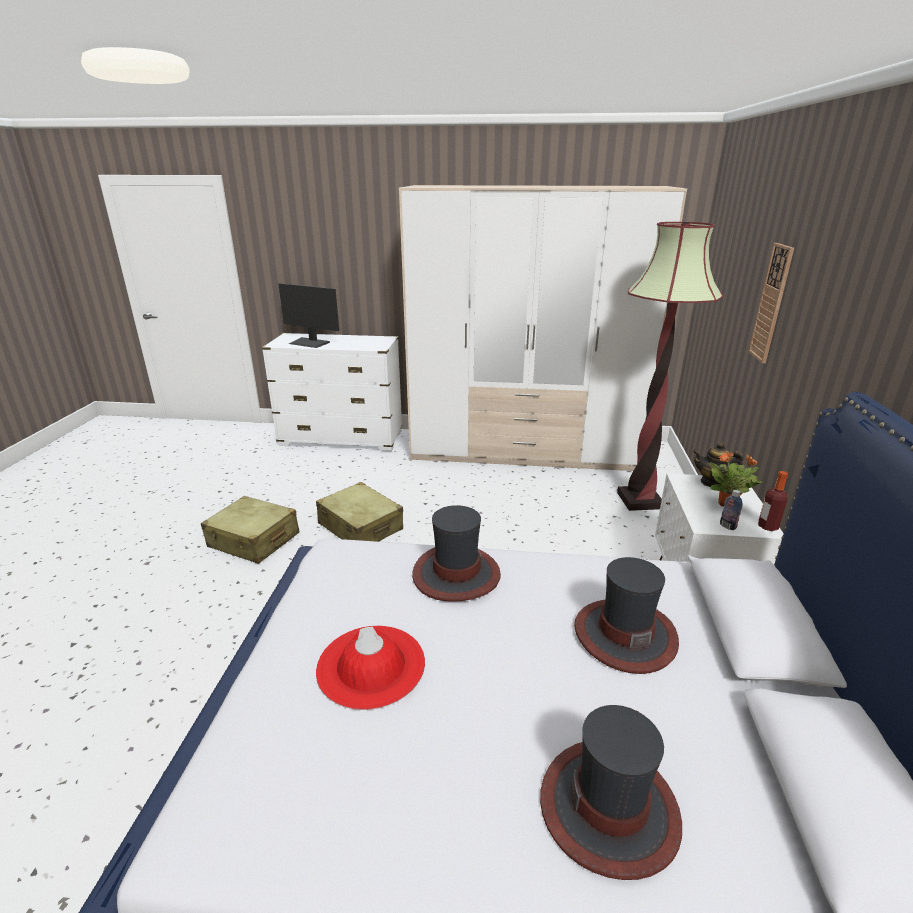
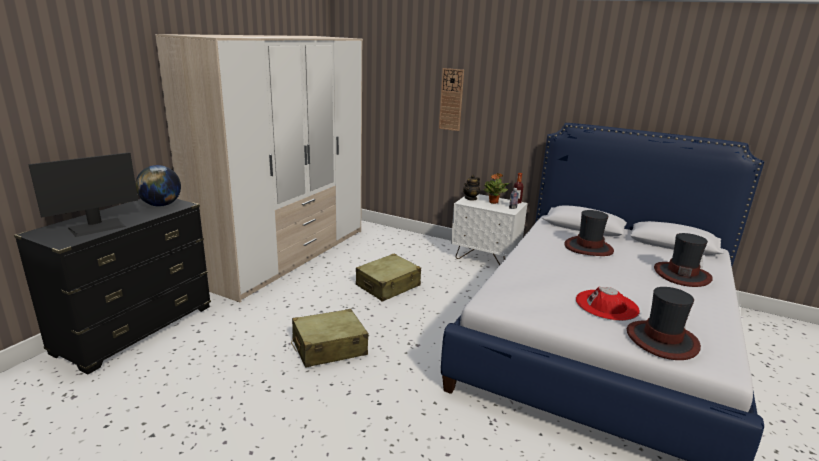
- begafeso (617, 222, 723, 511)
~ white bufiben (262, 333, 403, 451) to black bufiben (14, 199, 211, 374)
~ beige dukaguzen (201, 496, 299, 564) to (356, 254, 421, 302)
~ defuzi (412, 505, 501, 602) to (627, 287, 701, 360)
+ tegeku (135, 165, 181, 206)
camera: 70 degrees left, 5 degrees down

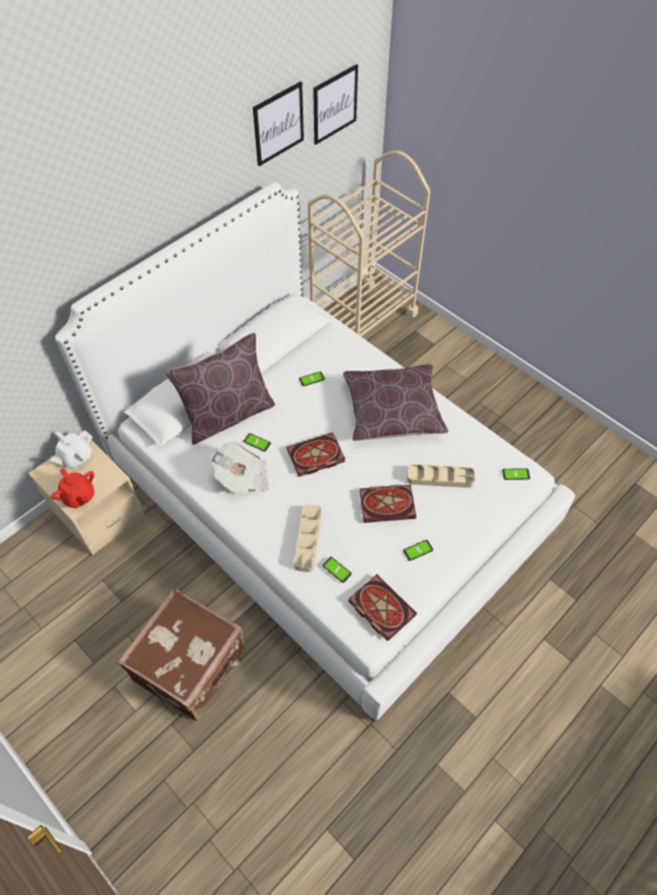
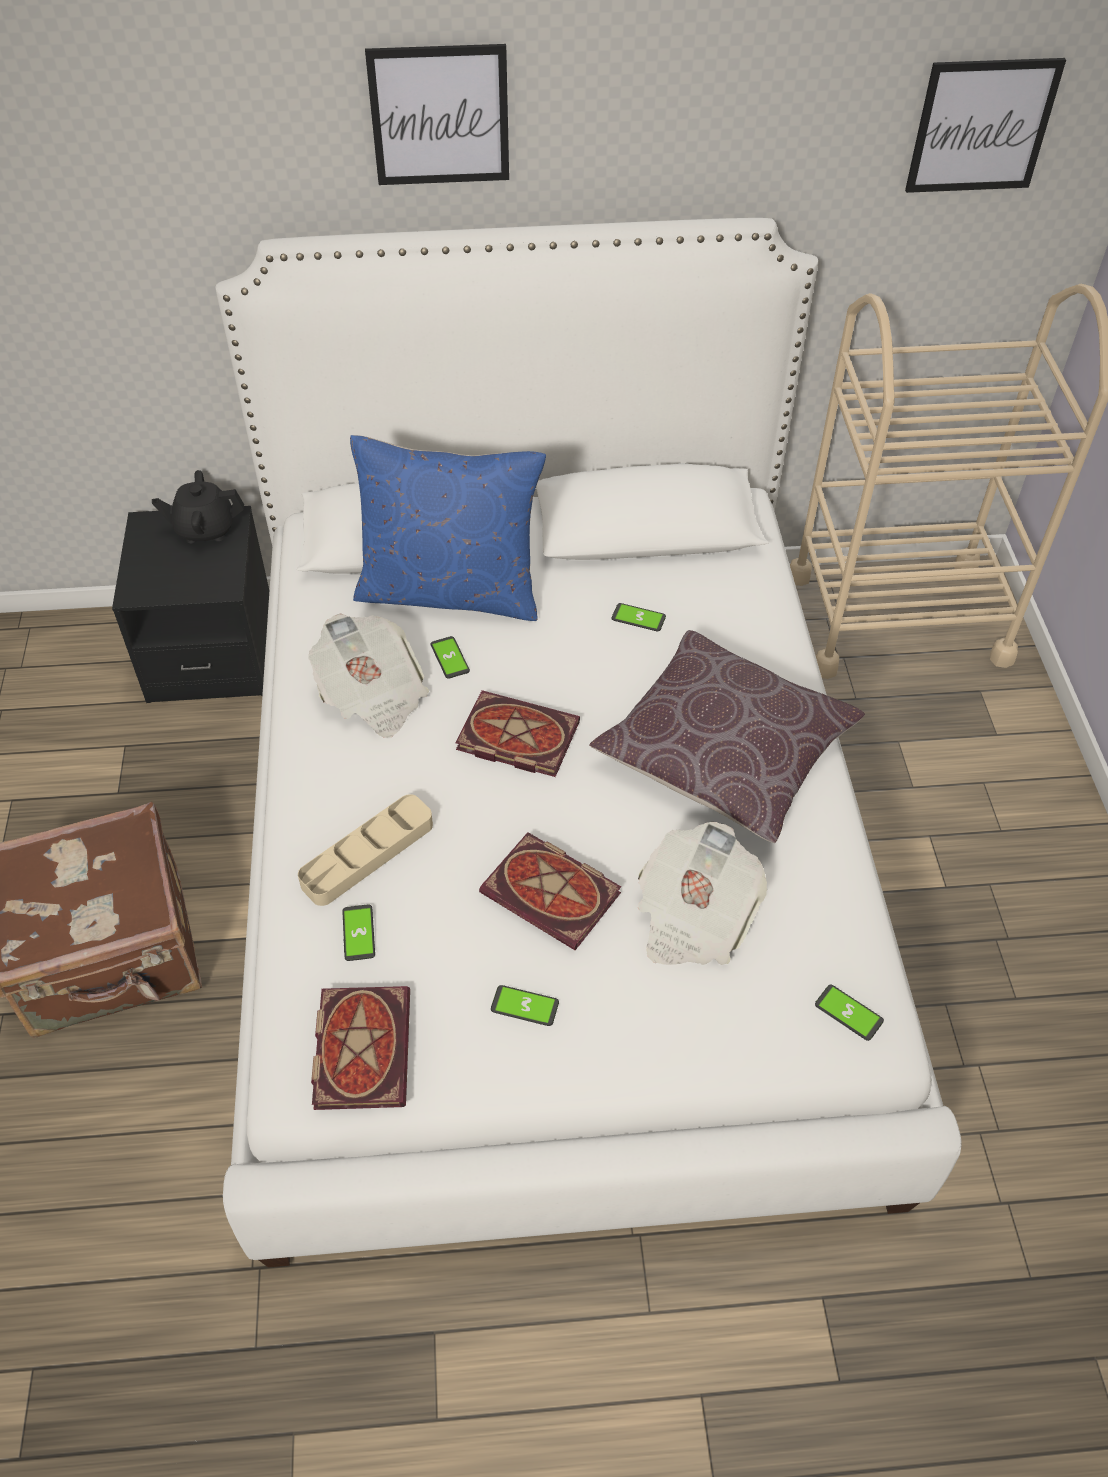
~ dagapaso (253, 81, 304, 166) to (365, 44, 509, 185)
~ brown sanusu (166, 333, 275, 445) to blue sanusu (350, 435, 546, 621)
~ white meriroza (49, 430, 93, 469) to black meriroza (152, 470, 244, 543)
~ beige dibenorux (29, 436, 145, 555) to black dibenorux (112, 506, 269, 703)
~ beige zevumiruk (407, 464, 475, 488) to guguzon (638, 822, 767, 965)
- red meriroza (51, 468, 94, 508)
camera: 40 degrees right, 5 degrees down

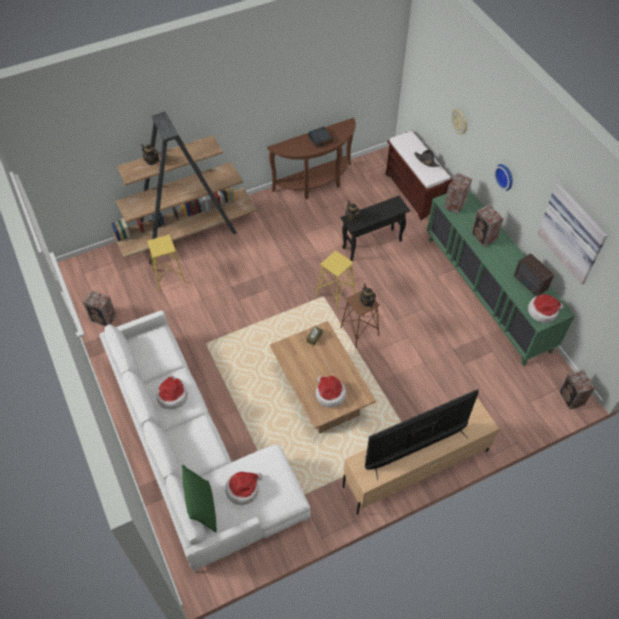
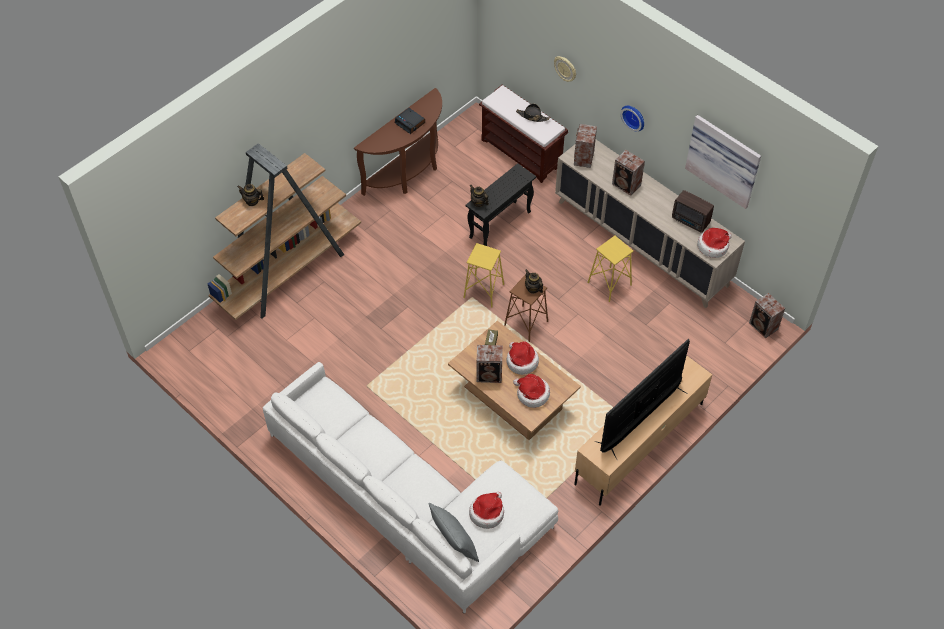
~ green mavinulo (427, 190, 575, 366) to beige mavinulo (555, 140, 745, 308)
~ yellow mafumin (147, 234, 186, 291) to (588, 236, 634, 302)
~ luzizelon (83, 290, 117, 326) to (476, 345, 503, 383)
~ defuzi (157, 376, 188, 409) to (507, 341, 539, 375)
~ green sanusu (182, 465, 217, 533) to grey sanusu (428, 503, 479, 562)
camera: 20 degrees left, 0 degrees up

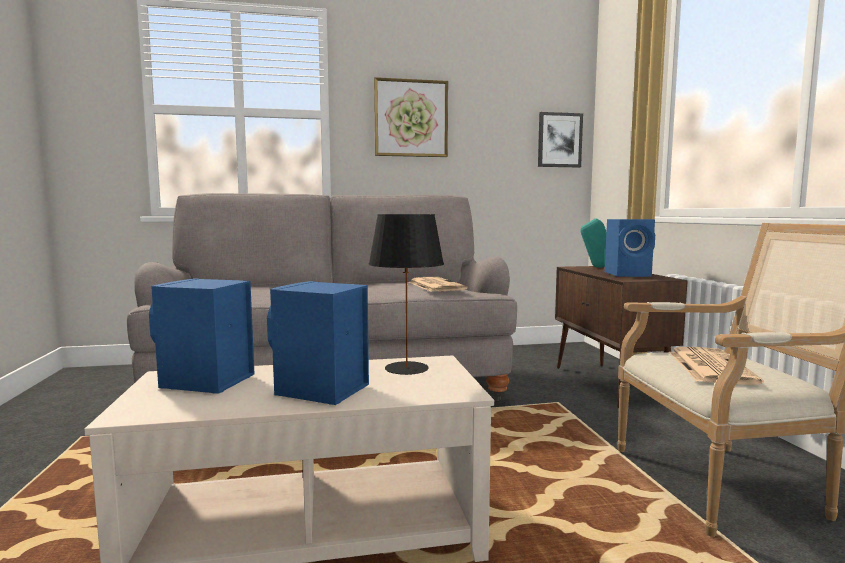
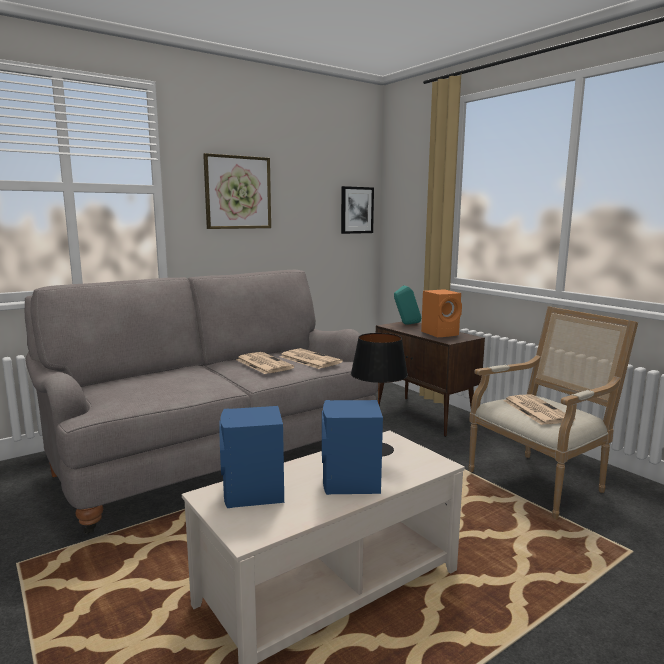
~ blue luzizelon (605, 219, 655, 277) to orange luzizelon (421, 289, 462, 337)
+ guguzon (236, 352, 294, 374)
camera: 25 degrees left, 5 degrees up

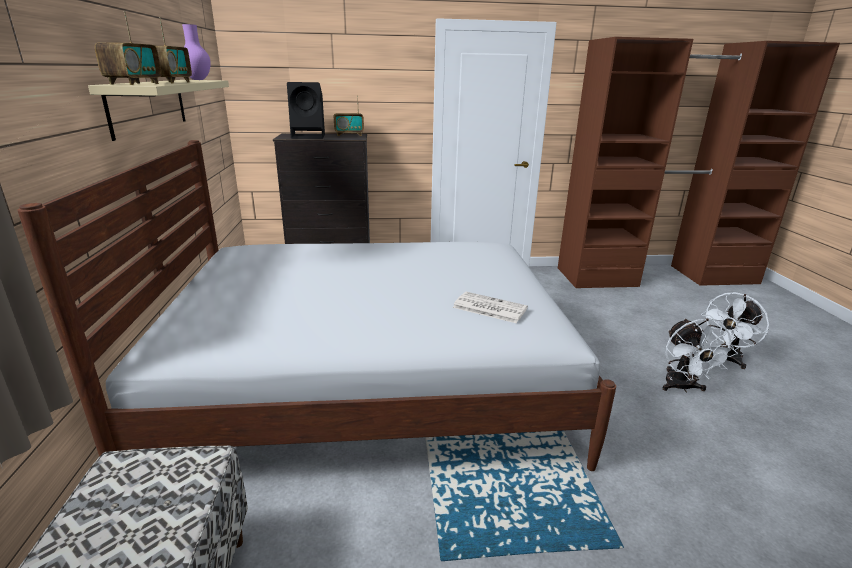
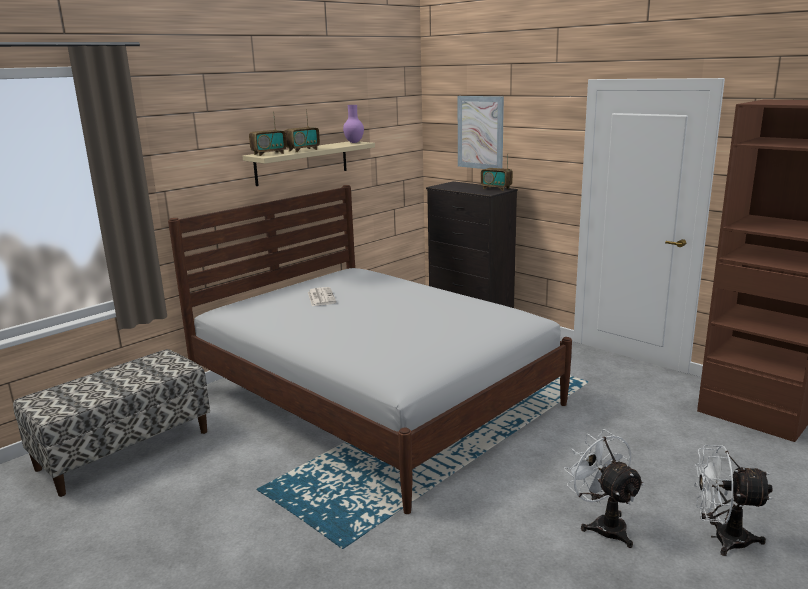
- black luzizelon (287, 82, 325, 139)
~ guguzon (452, 292, 528, 323) to (308, 287, 336, 306)
~ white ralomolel (663, 318, 738, 393) = (564, 429, 645, 548) 105 degrees clockwise
+ dagapaso (458, 96, 504, 169)
camera: 50 degrees right, 5 degrees down

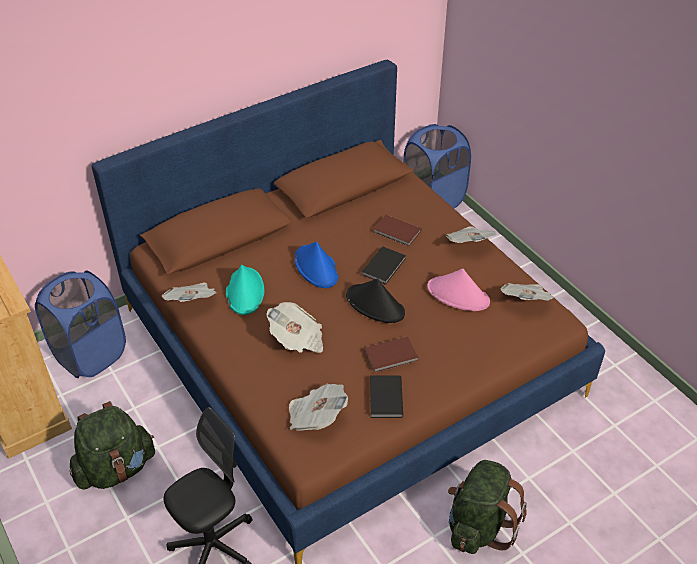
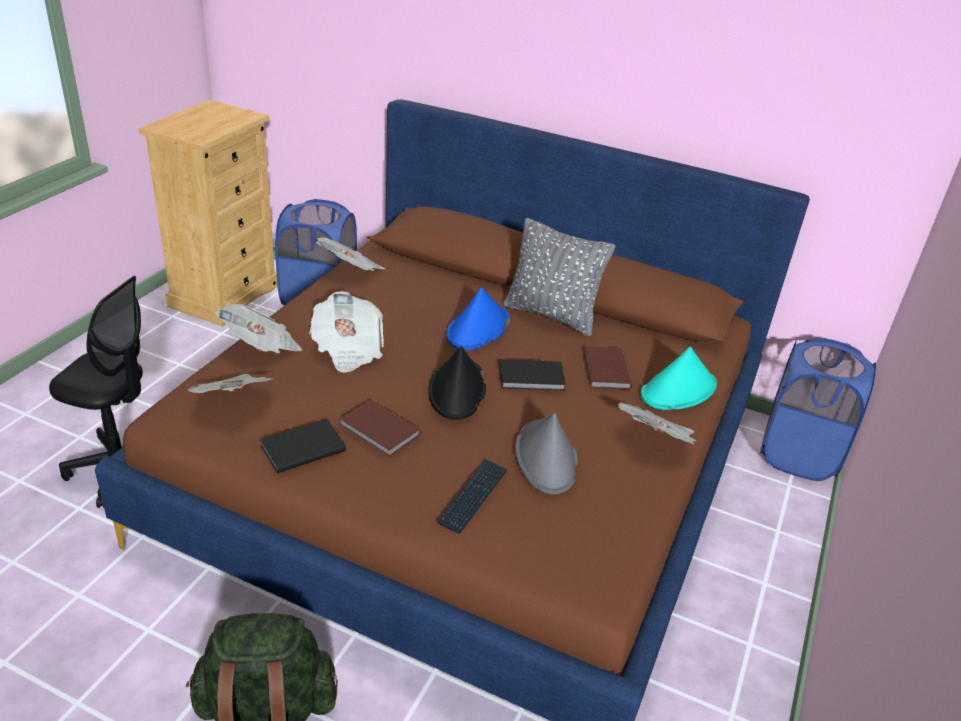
~ turquoise defuzi (226, 265, 265, 315) to (641, 347, 717, 410)
~ pink defuzi (427, 268, 490, 311) to grey defuzi (515, 413, 578, 494)
~ guguzon (500, 283, 555, 301) to (215, 304, 302, 354)
- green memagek (70, 401, 155, 490)
+ grey sanusu (503, 218, 615, 336)
+ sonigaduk (437, 460, 508, 534)
camera: 55 degrees right, 10 degrees down

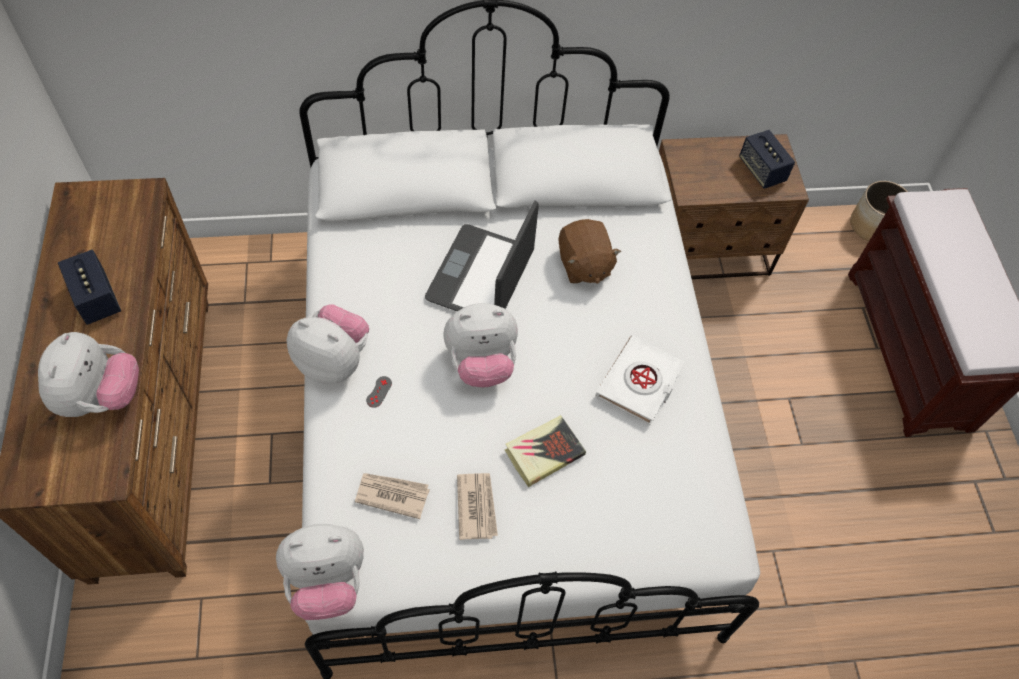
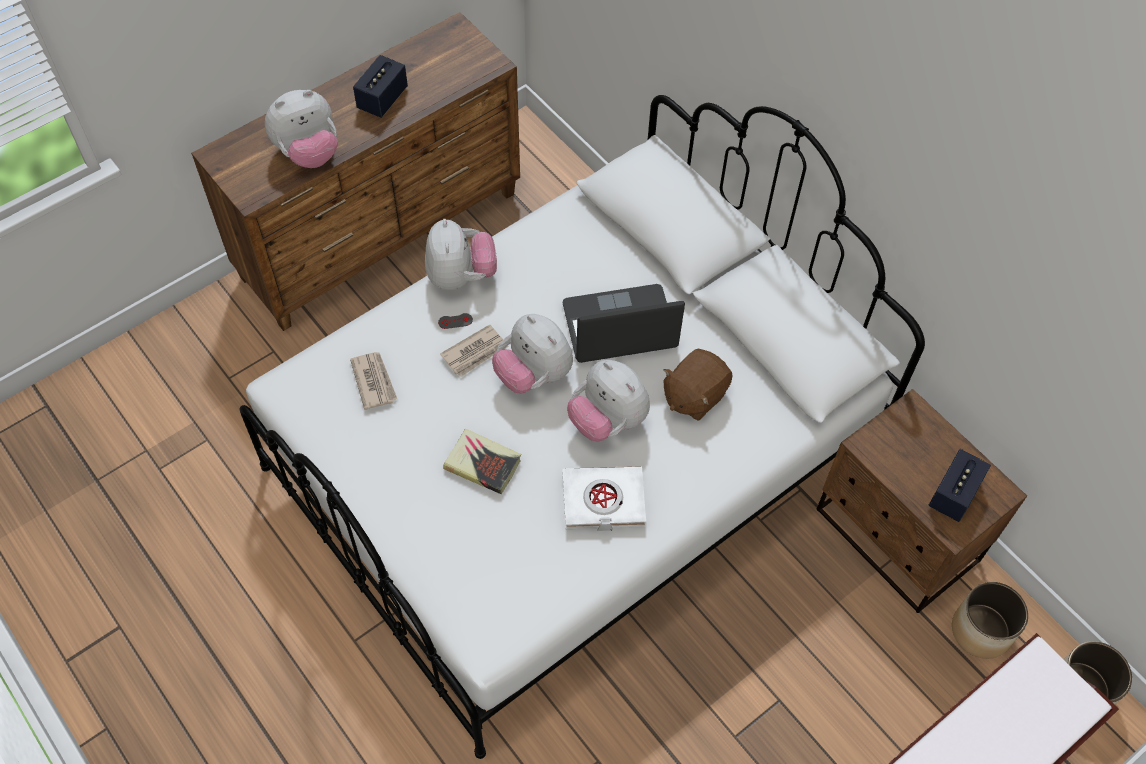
~ guguzon (457, 473, 498, 540) to (440, 325, 508, 377)
~ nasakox (276, 524, 364, 620) to (567, 360, 650, 442)
+ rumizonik (952, 582, 1028, 659)
camera: 60 degrees right, 0 degrees up

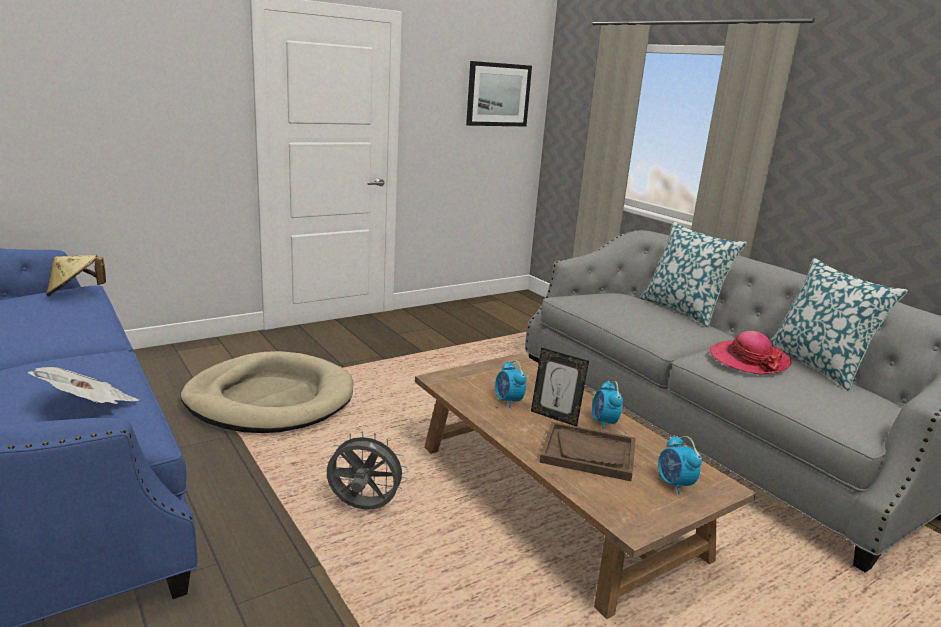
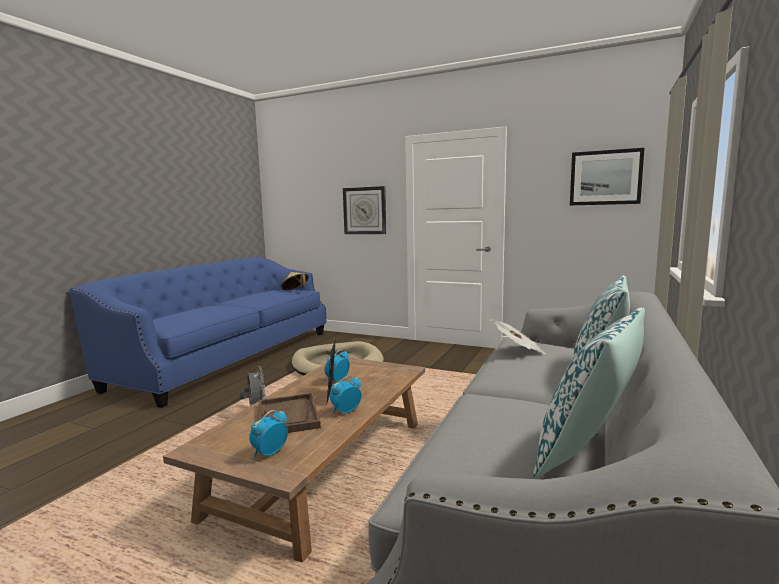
- defuzi (710, 331, 792, 374)
~ guguzon (27, 367, 139, 404) to (490, 319, 546, 354)
+ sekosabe (343, 186, 386, 234)
camera: 60 degrees right, 10 degrees down

